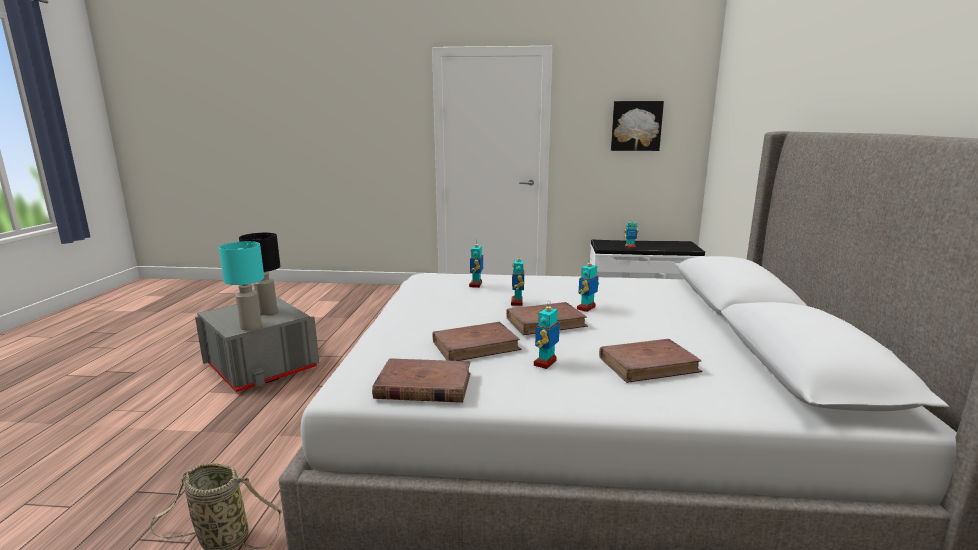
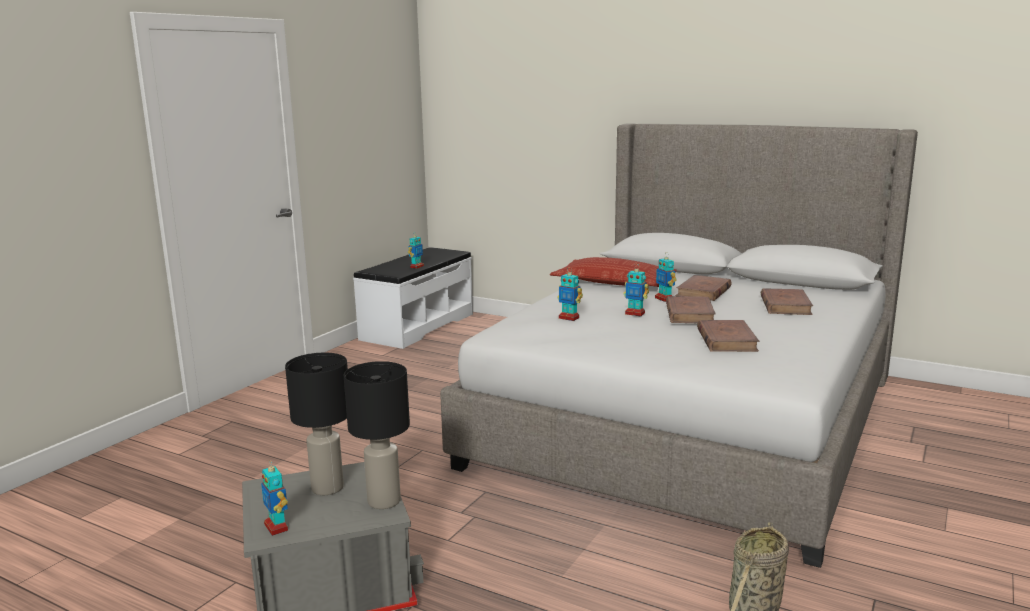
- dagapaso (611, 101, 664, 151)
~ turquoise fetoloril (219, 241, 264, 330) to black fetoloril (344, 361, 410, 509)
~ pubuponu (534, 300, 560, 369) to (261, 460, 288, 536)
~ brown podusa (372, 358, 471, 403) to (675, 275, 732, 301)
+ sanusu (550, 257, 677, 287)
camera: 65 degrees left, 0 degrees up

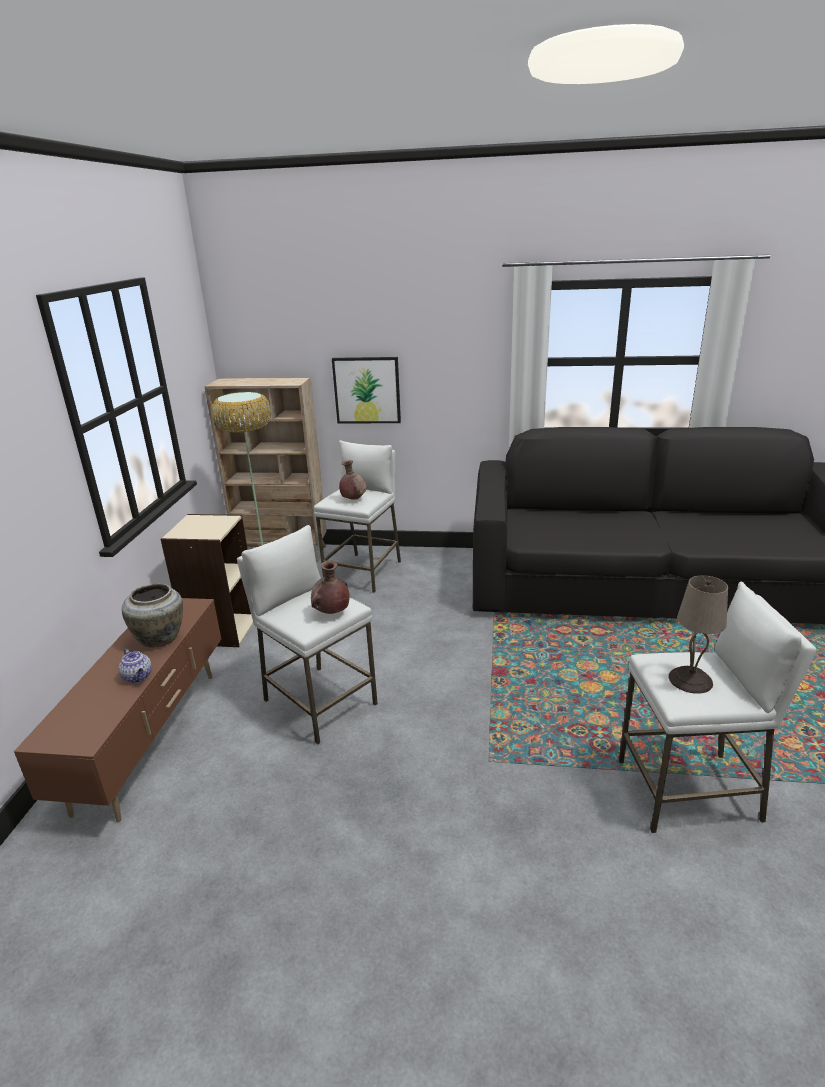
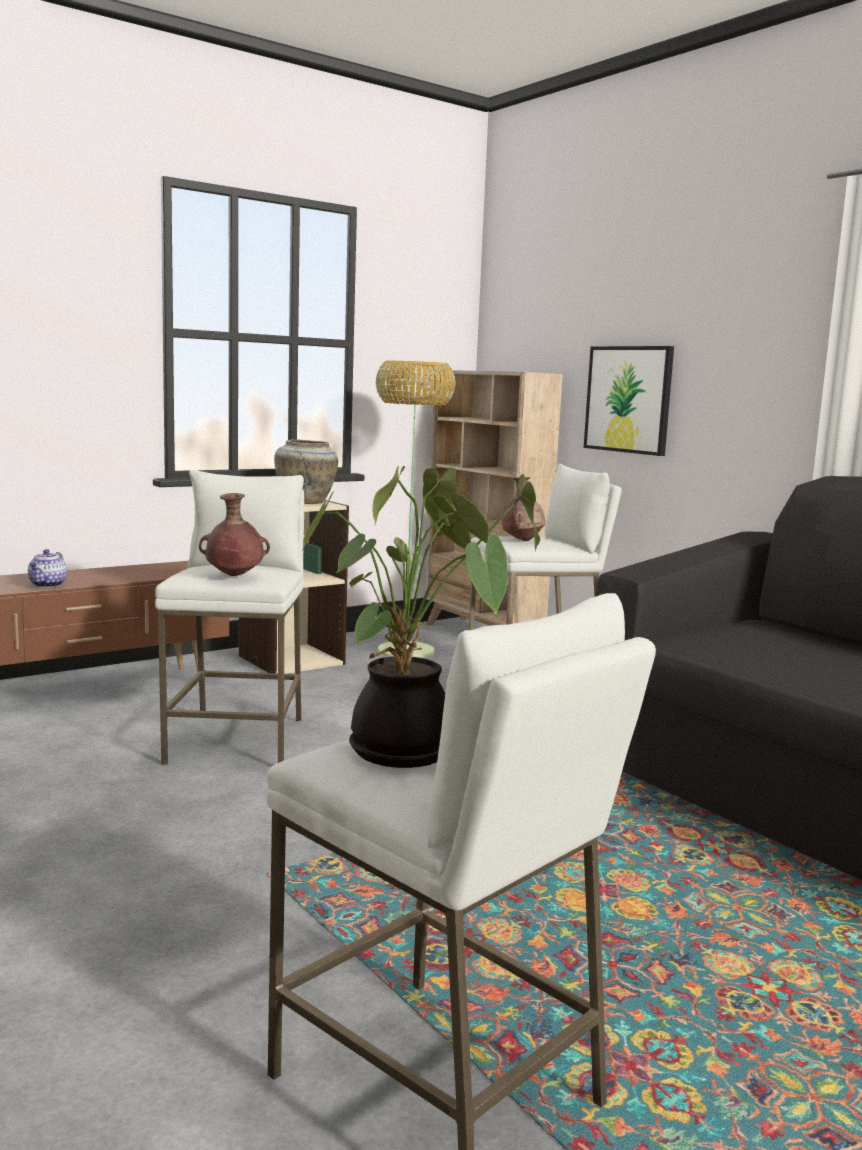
~ beige fetoloril (668, 575, 728, 694) to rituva (302, 466, 541, 768)
~ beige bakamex (122, 583, 183, 648) to (274, 439, 338, 504)
camera: 45 degrees right, 15 degrees down

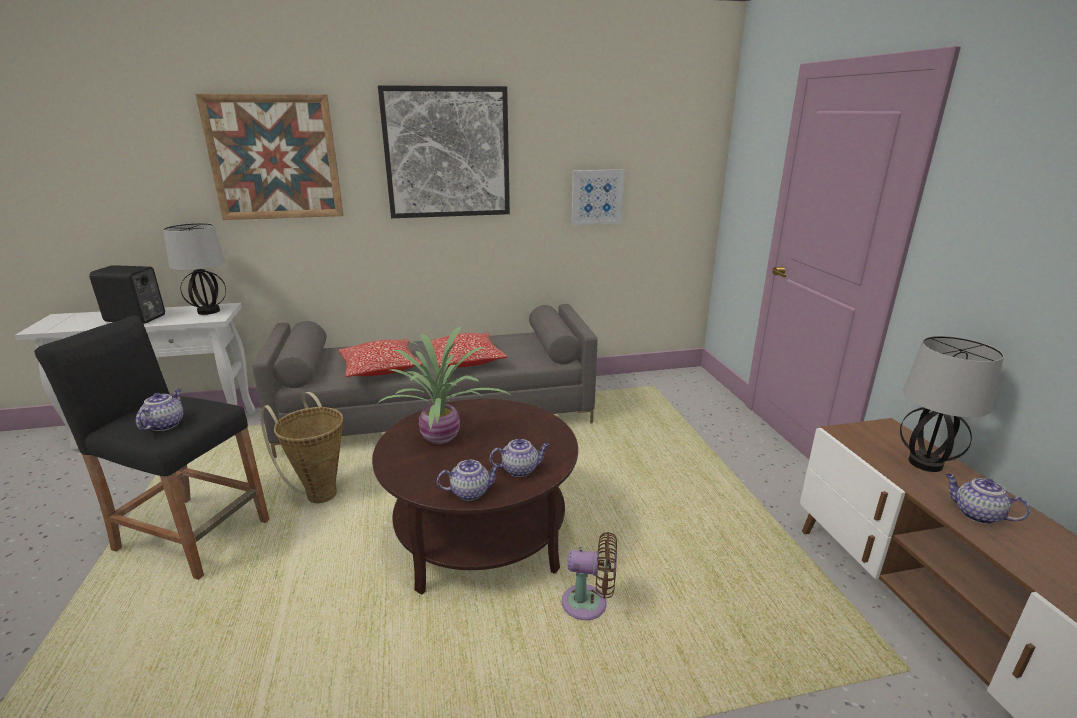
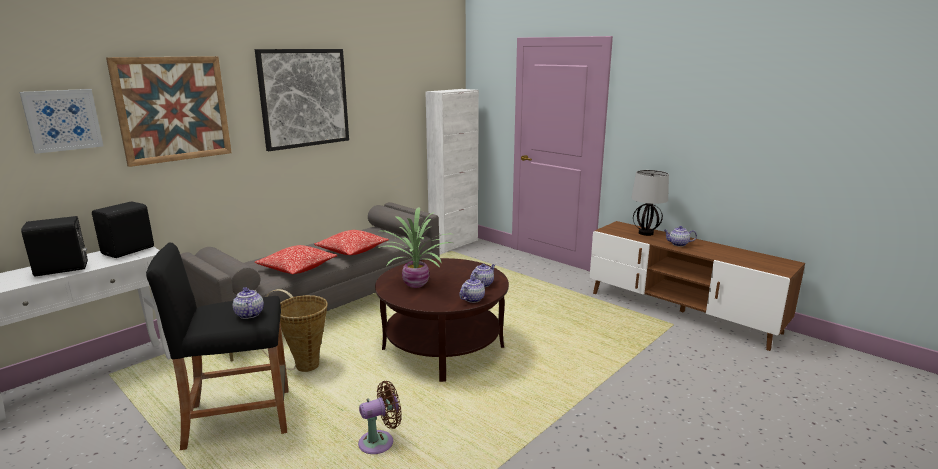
~ dagapaso (571, 169, 625, 225) to (19, 89, 103, 154)
~ fetoloril (163, 223, 226, 315) to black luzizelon (92, 201, 154, 258)
~ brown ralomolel (562, 532, 617, 620) to (358, 381, 402, 454)
+ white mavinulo (426, 89, 479, 253)
camera: 35 degrees left, 5 degrees down

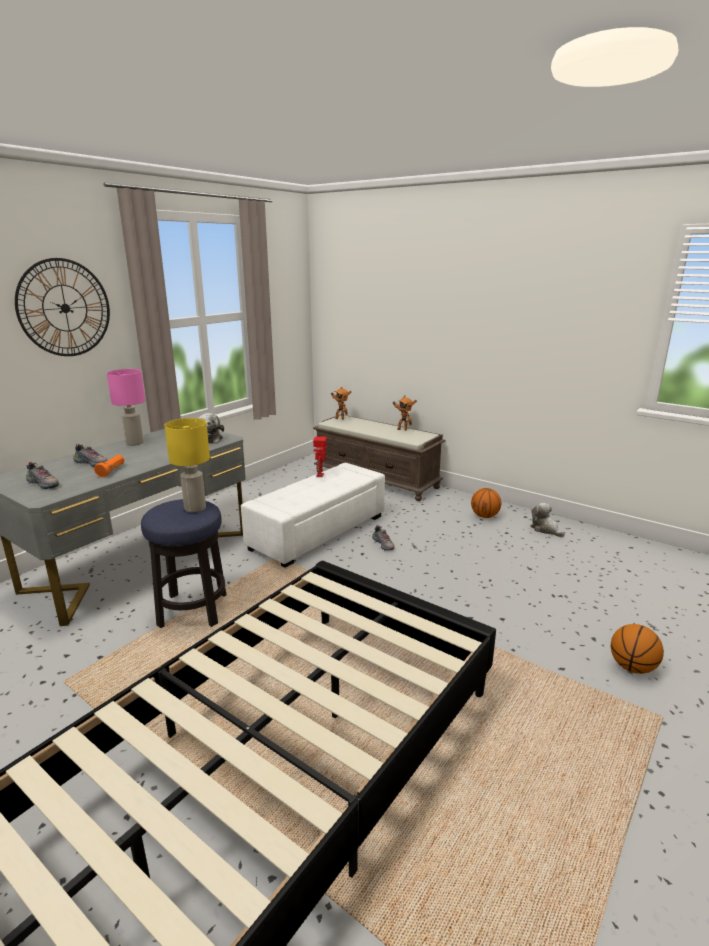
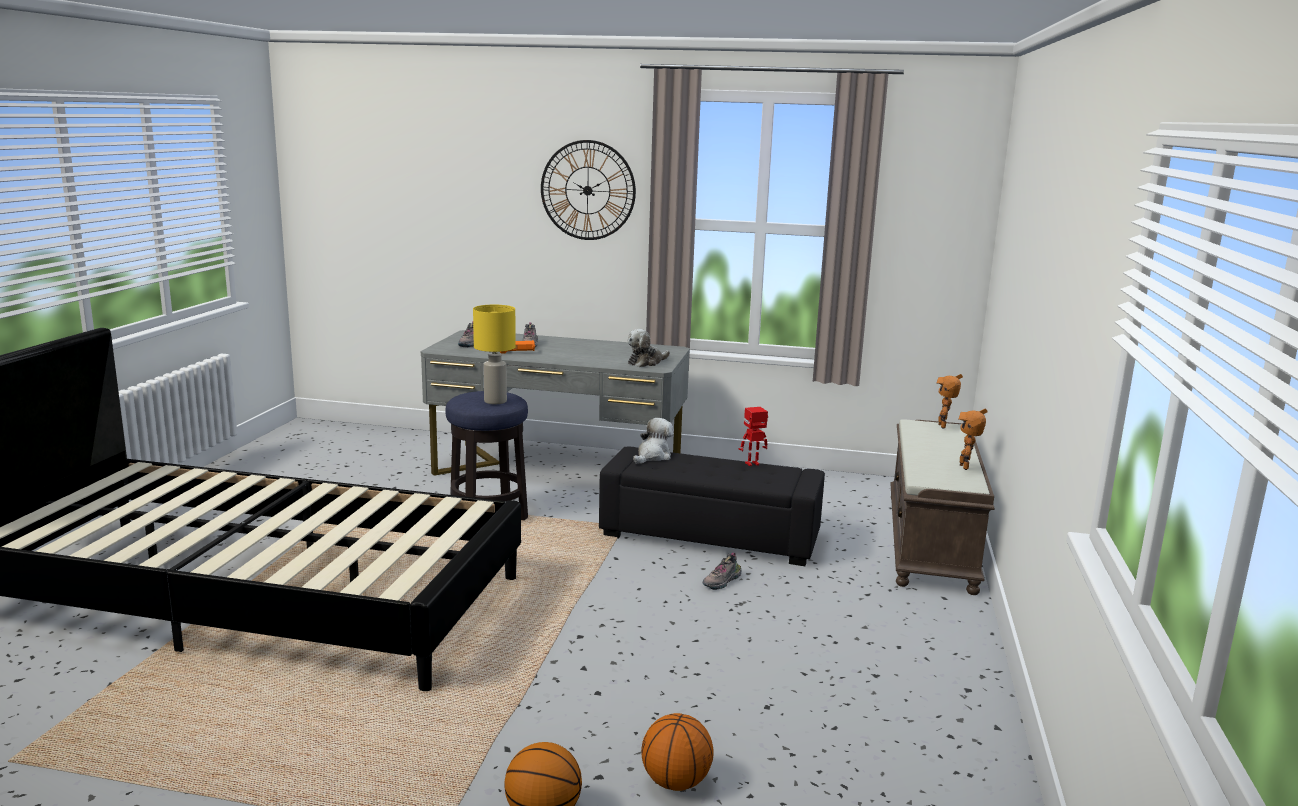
- pink fetoloril (107, 369, 145, 446)
~ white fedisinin (241, 463, 385, 568) to black fedisinin (599, 447, 825, 566)
~ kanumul (471, 488, 501, 518) to (641, 713, 714, 791)
~ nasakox (530, 503, 565, 537) to (633, 418, 674, 464)
camera: 65 degrees right, 5 degrees down

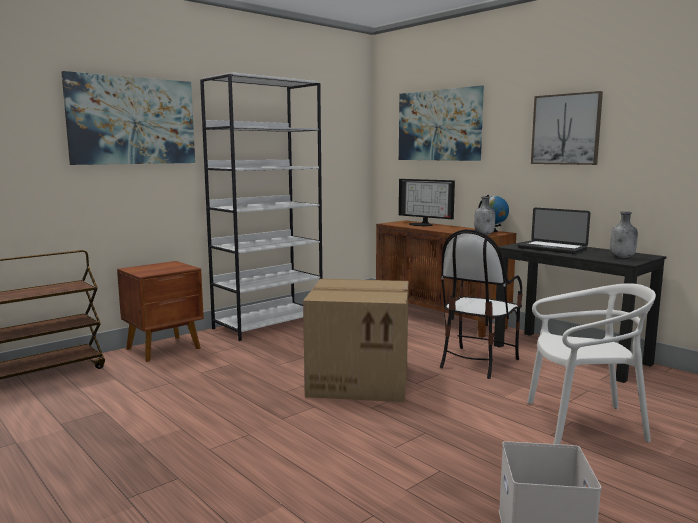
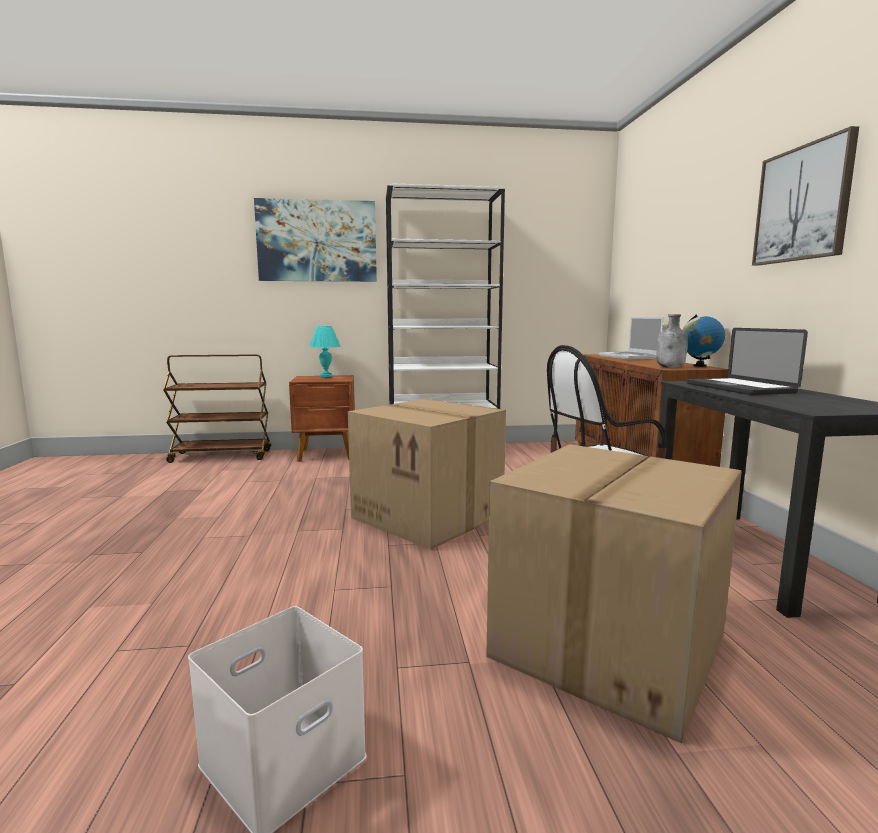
- dagapaso (399, 86, 484, 161)
~ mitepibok (399, 179, 455, 226) to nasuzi (599, 317, 664, 360)
- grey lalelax (610, 211, 638, 258)
~ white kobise (527, 283, 656, 444) to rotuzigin (486, 444, 742, 743)
+ turquoise fetoloril (309, 326, 341, 378)
camera: 35 degrees right, 0 degrees up

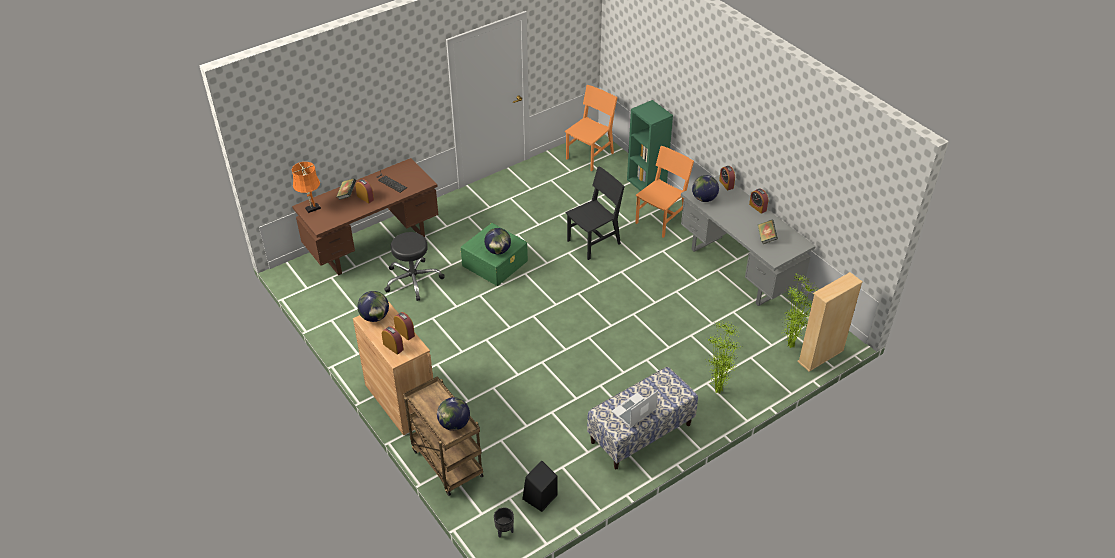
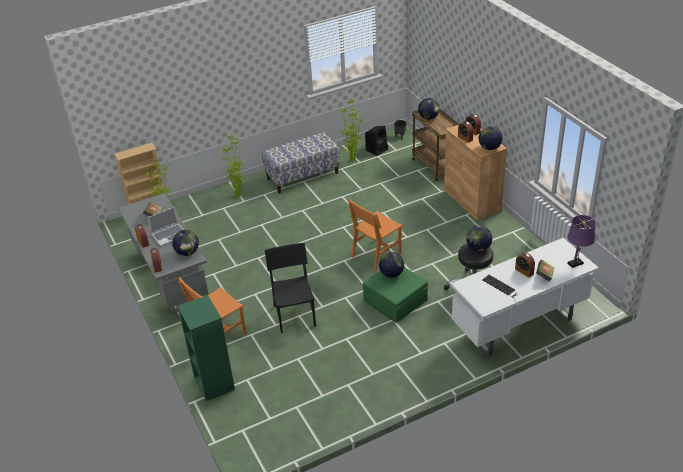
~ orange kobise (565, 85, 618, 171) to (348, 199, 403, 271)
~ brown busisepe (292, 158, 439, 275) to white busisepe (451, 238, 599, 356)
~ orange fetoloril (292, 162, 321, 213) to purple fetoloril (567, 215, 596, 268)
~ black kobise (566, 167, 624, 260) = (265, 242, 316, 333) 105 degrees clockwise
~ nasuzi (611, 390, 658, 428) to (148, 206, 184, 246)
+ rituva (338, 99, 363, 162)
+ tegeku (466, 226, 492, 252)
camera: 170 degrees left, 5 degrees down

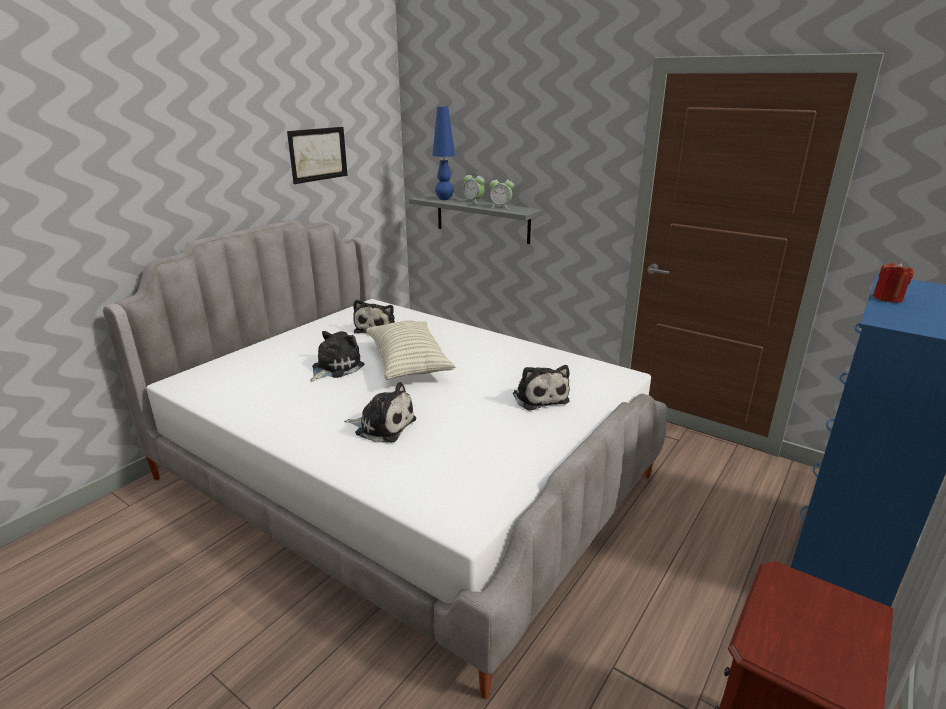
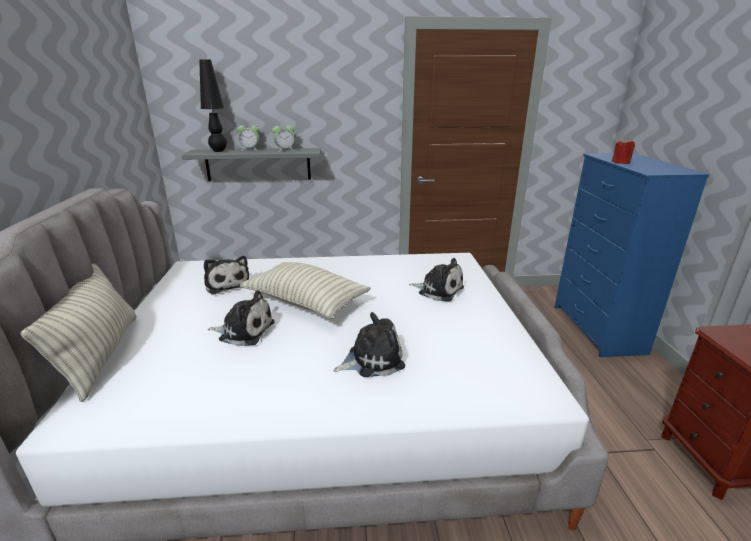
~ blue fetoloril (432, 107, 455, 200) to black fetoloril (199, 59, 227, 152)
- dagapaso (287, 127, 348, 184)
~ nasakox (310, 331, 365, 382) = (208, 290, 274, 346) 105 degrees clockwise
+ sanusu (20, 263, 137, 402)
camera: 40 degrees left, 0 degrees up

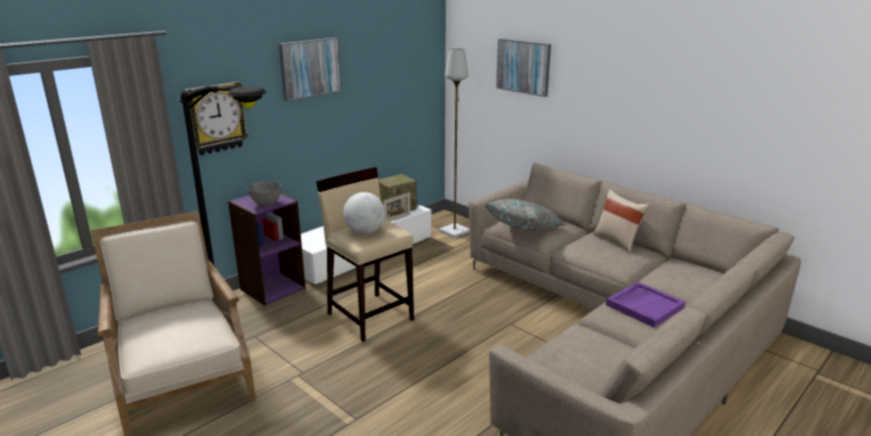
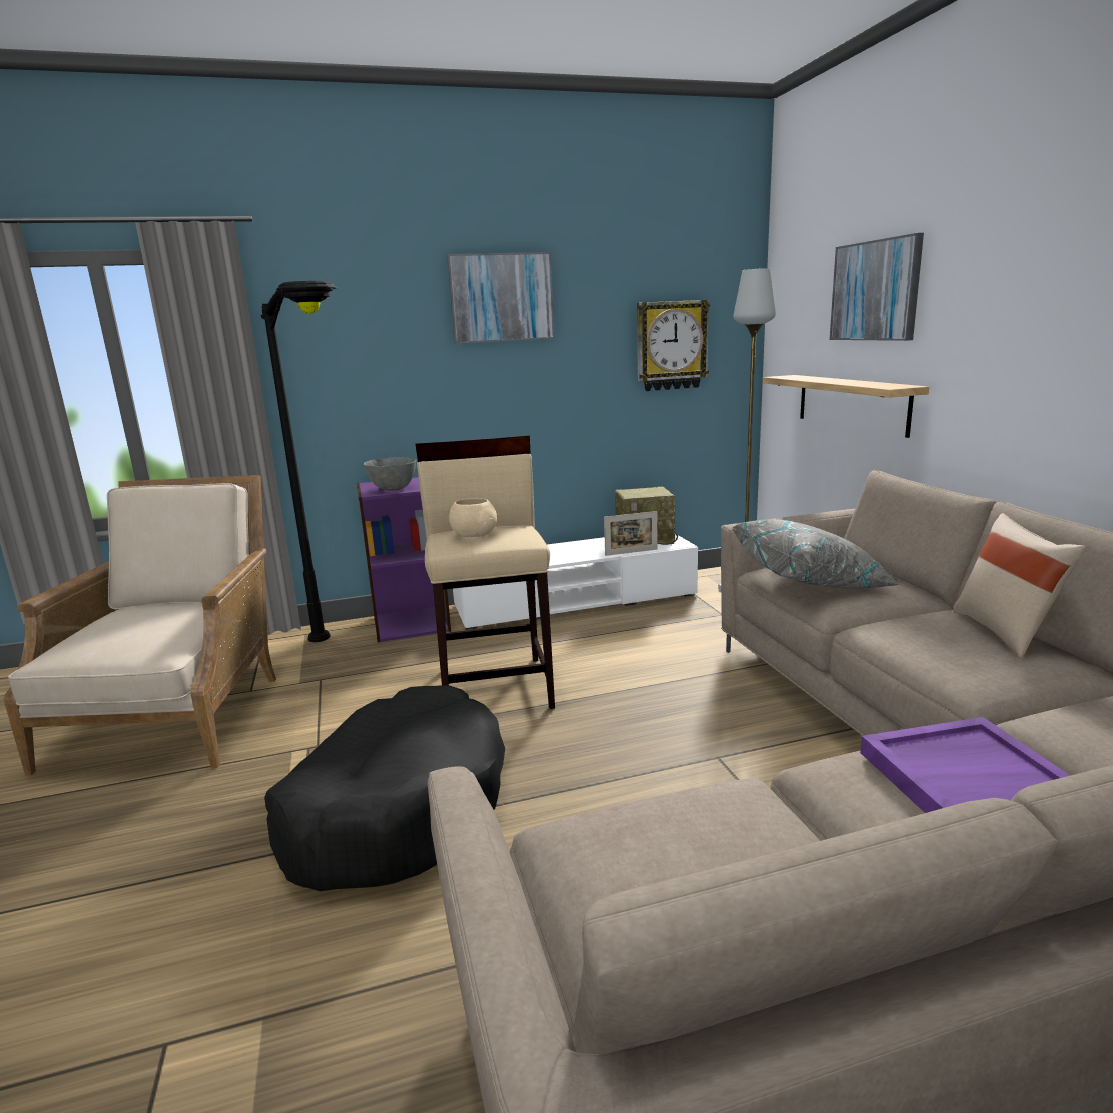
~ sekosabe (184, 81, 249, 156) to (637, 300, 710, 391)
~ tegeku (343, 192, 385, 234) to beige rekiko (449, 498, 497, 537)
+ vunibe (763, 375, 929, 438)
+ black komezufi (264, 685, 505, 891)
camera: 30 degrees right, 5 degrees down

